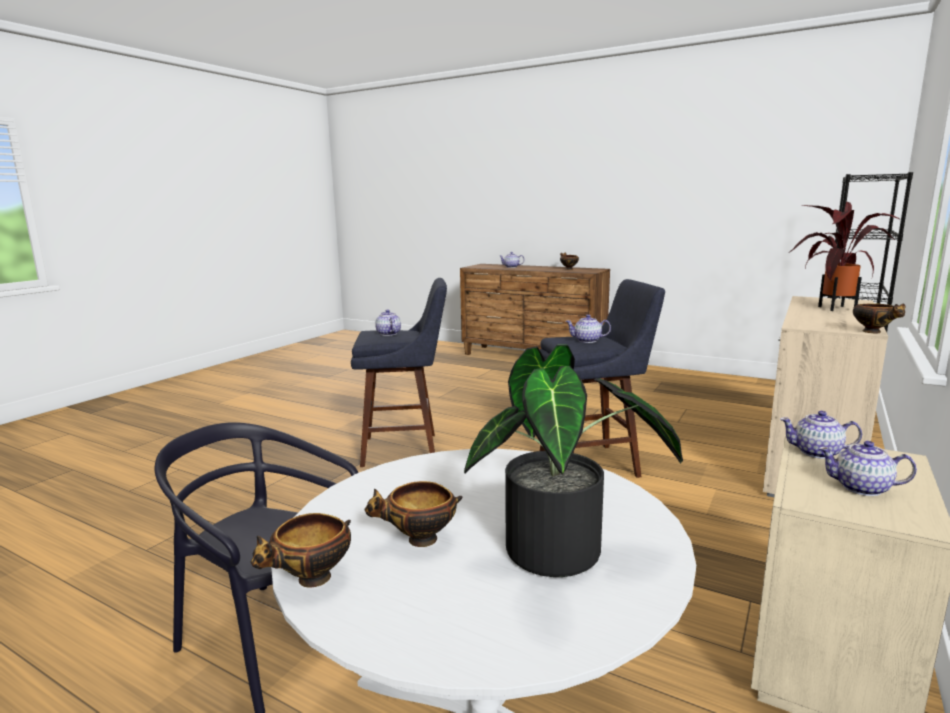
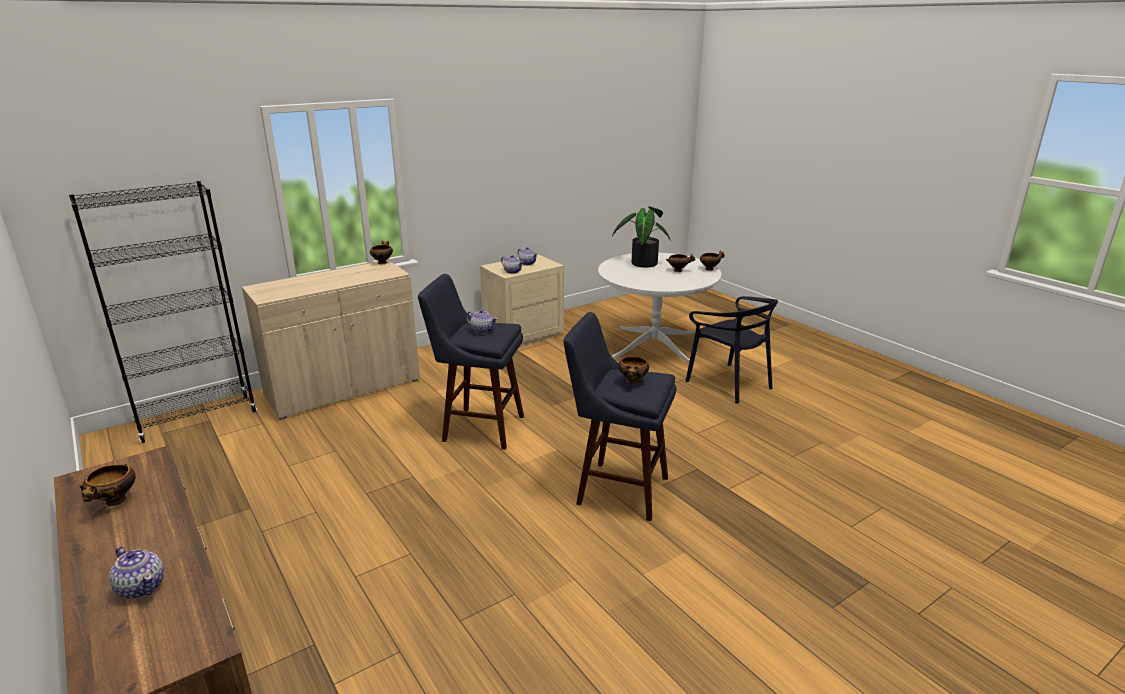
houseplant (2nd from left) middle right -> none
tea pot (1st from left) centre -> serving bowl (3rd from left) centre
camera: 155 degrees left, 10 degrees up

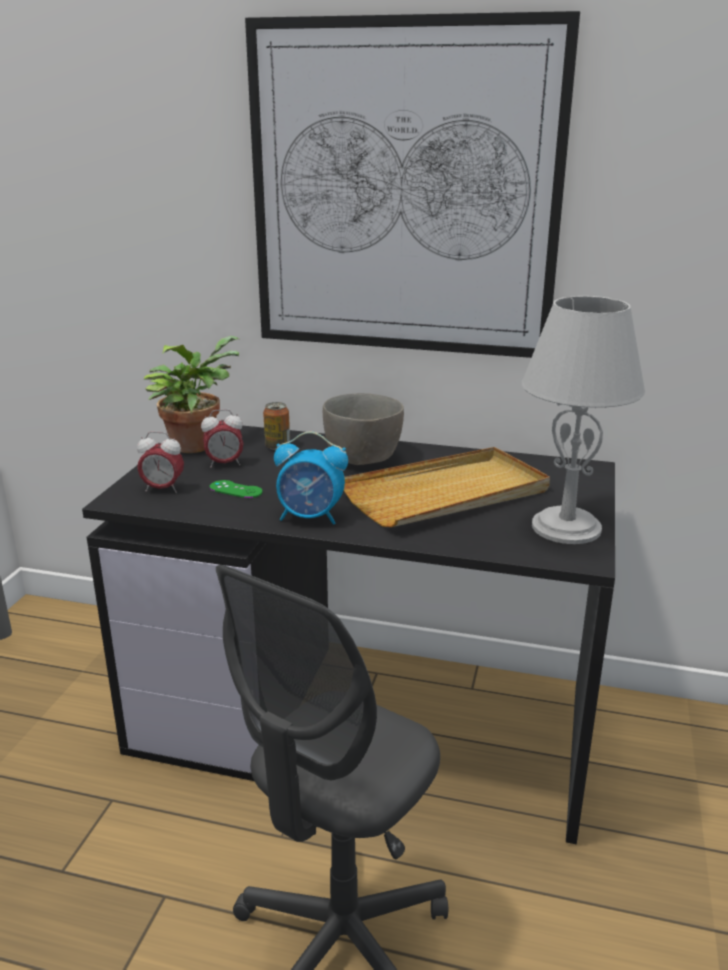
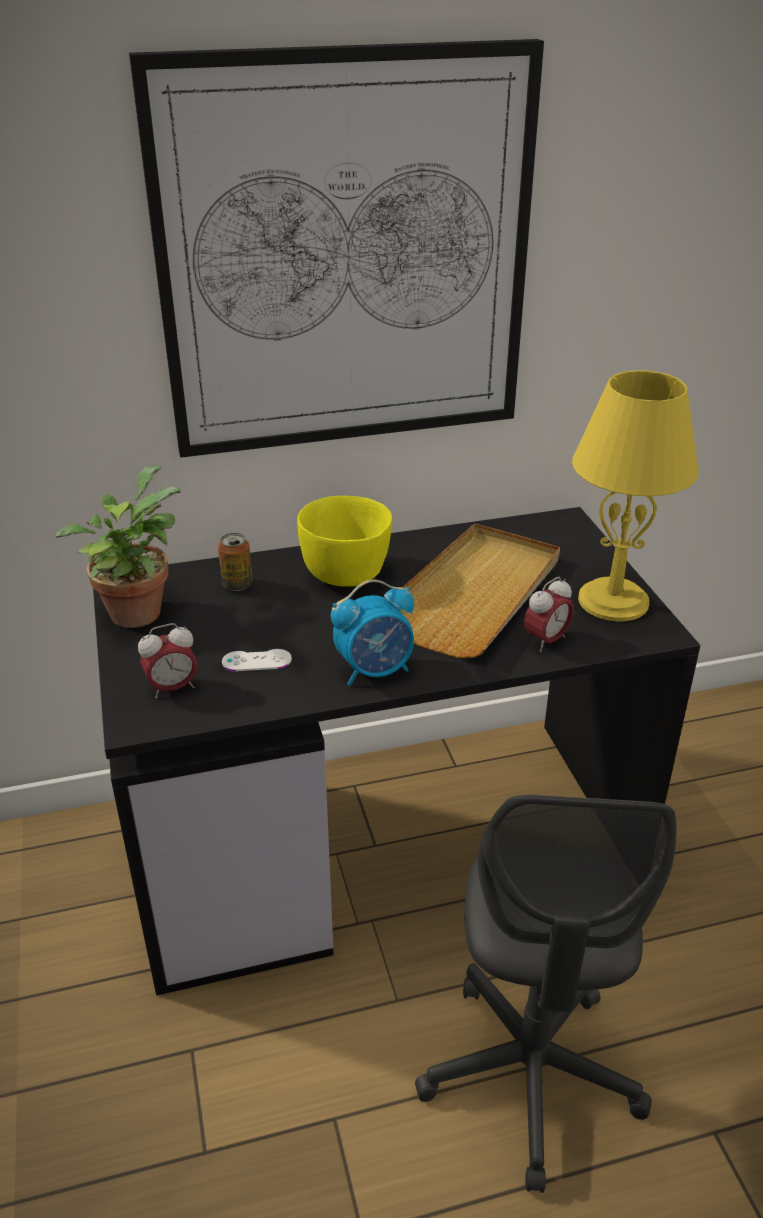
greyish tabletop lamp middle right -> yellowish tabletop lamp middle right
greyish serving bowl centre -> yellowish serving bowl centre
alarm clock (2nd from left in the first image) middle left -> alarm clock (3rd from left) middle right, move
greenish game controller middle left -> white-coloured game controller centre
camera: 30 degrees left, 10 degrees up

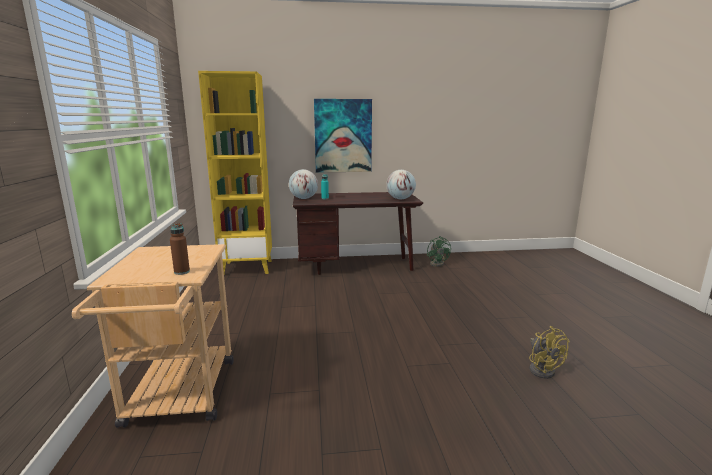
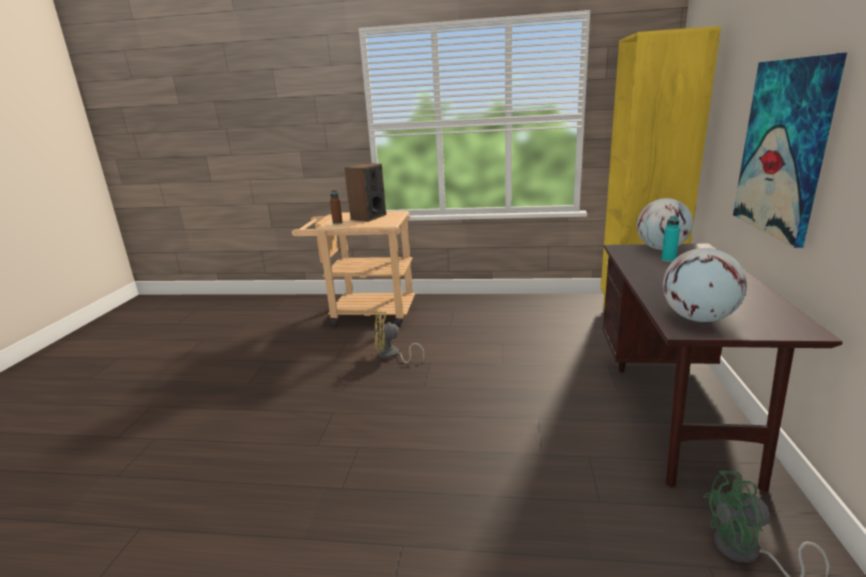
yellowish fan bottom right -> yellowish fan centre, move
none -> loudspeaker top centre
camera: 105 degrees right, 5 degrees up

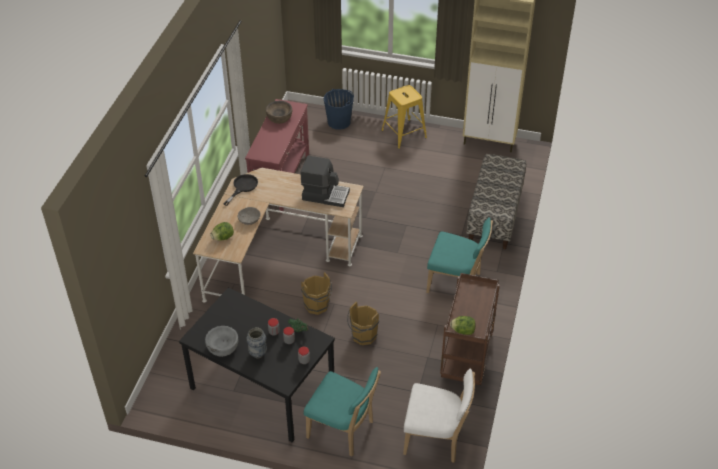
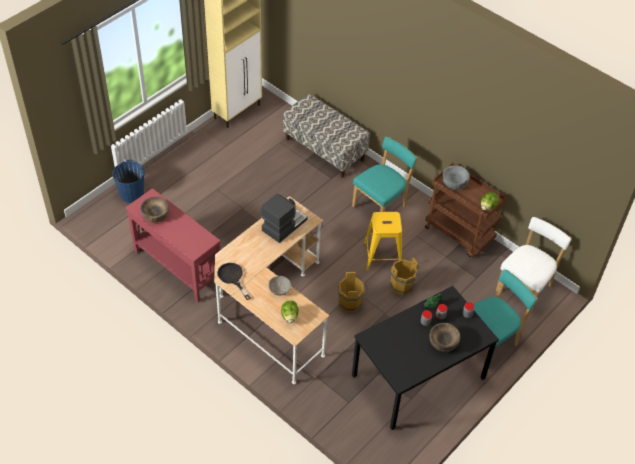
yellowish sitting stool top centre -> yellowish sitting stool centre, move
greyish serving bowl (1st from left in the first image) bottom left -> greyish serving bowl (2nd from left) middle right, move
decorative vase bottom centre -> brown-coloured serving bowl (2nd from left) bottom right
camera: 65 degrees left, 5 degrees up

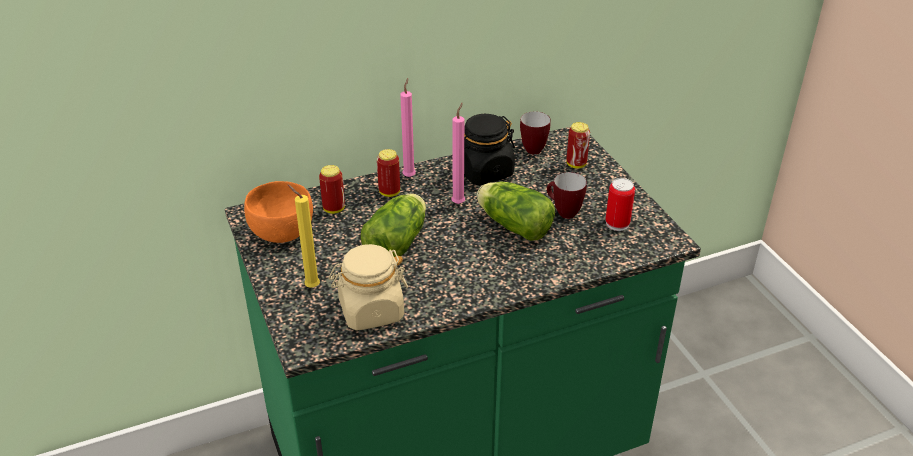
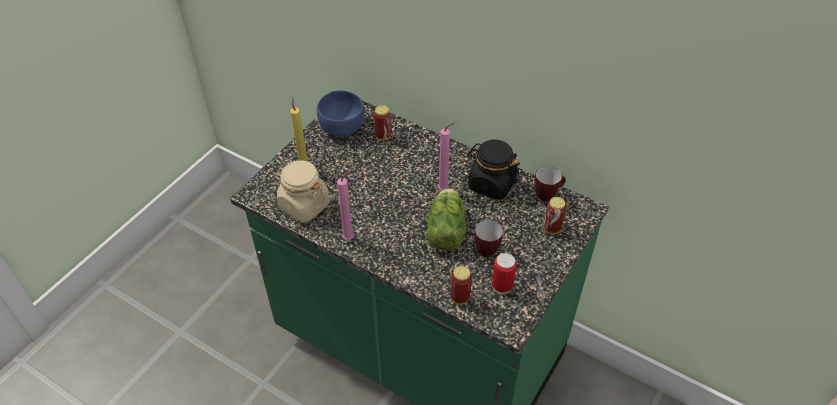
pinkish wax candle (1st from left) top centre -> pinkish wax candle (1st from left) centre, move
sealed can (2nd from left) centre -> sealed can (2nd from left) bottom centre, move
orange-coloured serving bowl middle left -> blue-coloured serving bowl top centre
lettuce (1st from left) centre -> none
camera: 55 degrees right, 10 degrees up

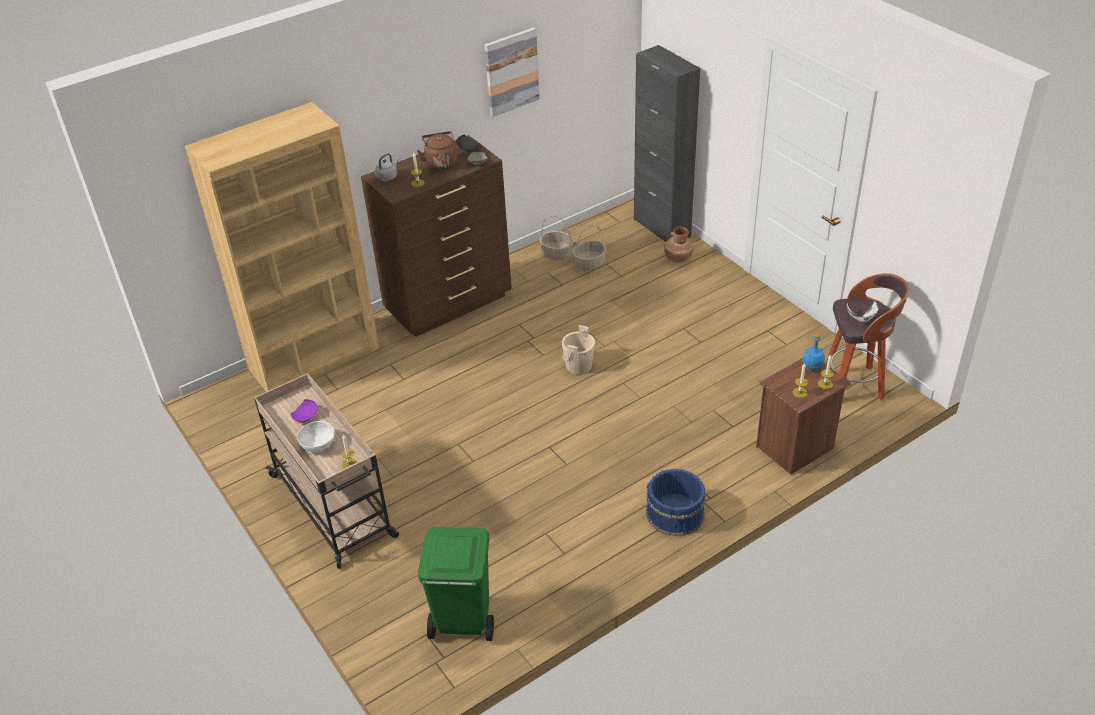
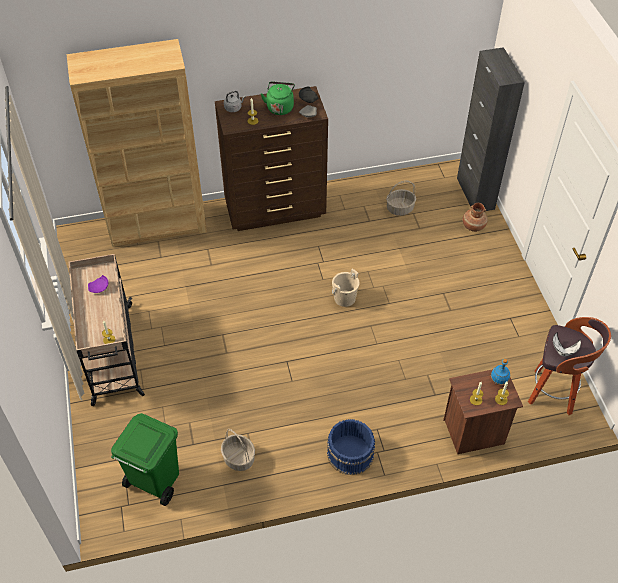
wall picture top centre -> none
brown-coloured tea kettle top centre -> greenish tea kettle top centre
storage basket (1st from left) top centre -> storage basket (1st from left) bottom centre, move
white-coloured serving bowl (1st from left) middle left -> none
camera: 20 degrees right, 10 degrees up

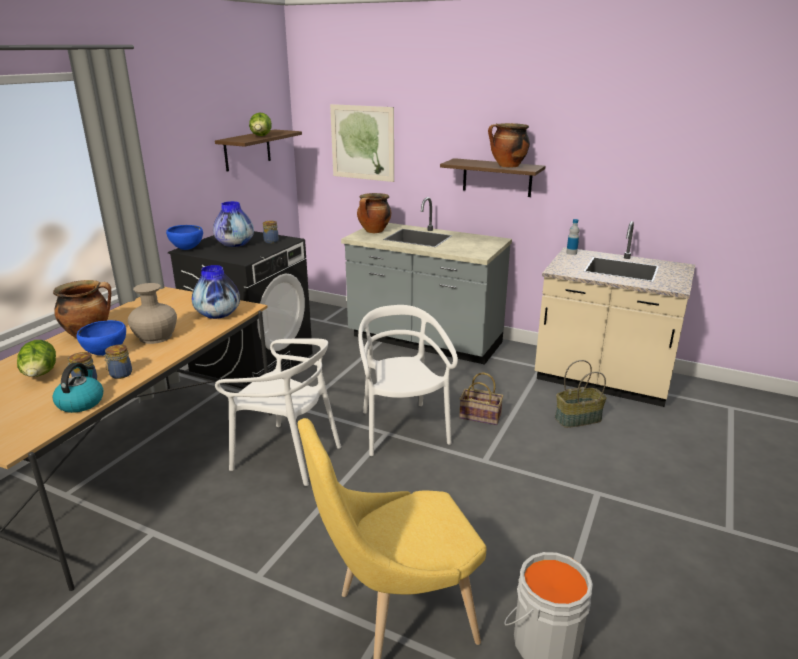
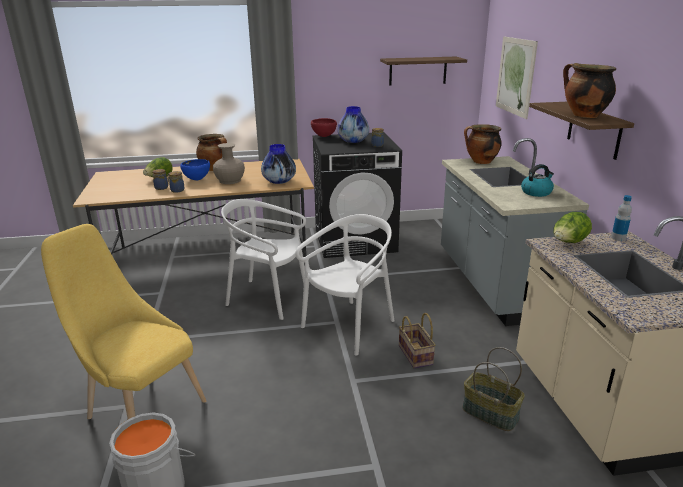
lettuce (2nd from left) top left -> lettuce (2nd from left) middle right, move
blue-coloured serving bowl (2nd from left) middle left -> reddish serving bowl top centre
white-coloured plain chair (1st from left) centre, 120 degrees clockwise
tea kettle middle left -> tea kettle middle right, move
camera: 55 degrees right, 0 degrees up

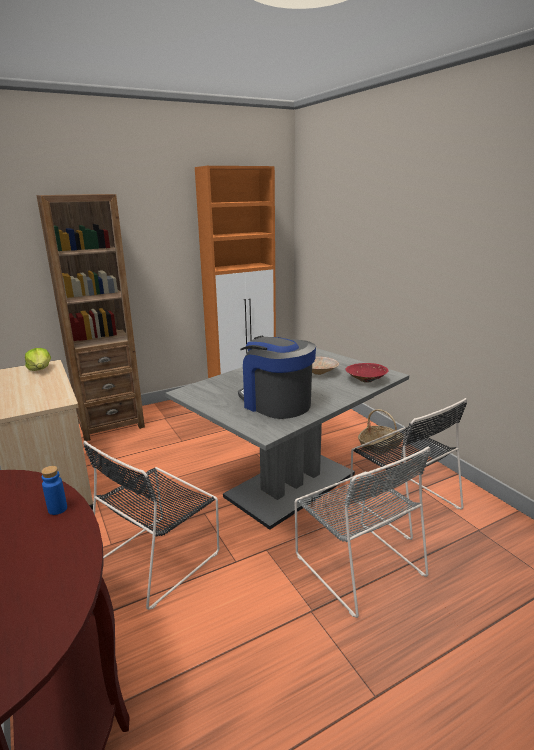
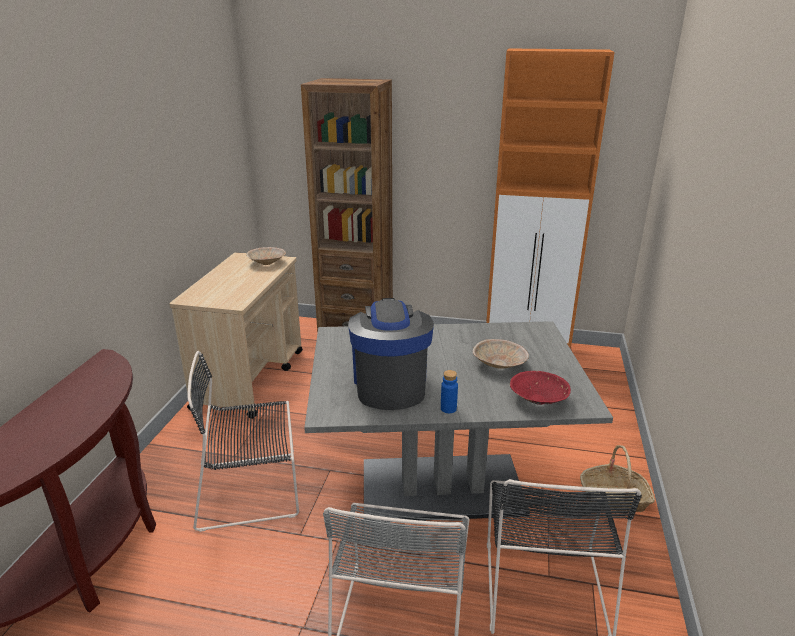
lettuce middle left -> beige serving bowl (1st from left) centre
blue-coloured bottle middle left -> blue-coloured bottle centre, move
camera: 40 degrees right, 5 degrees up

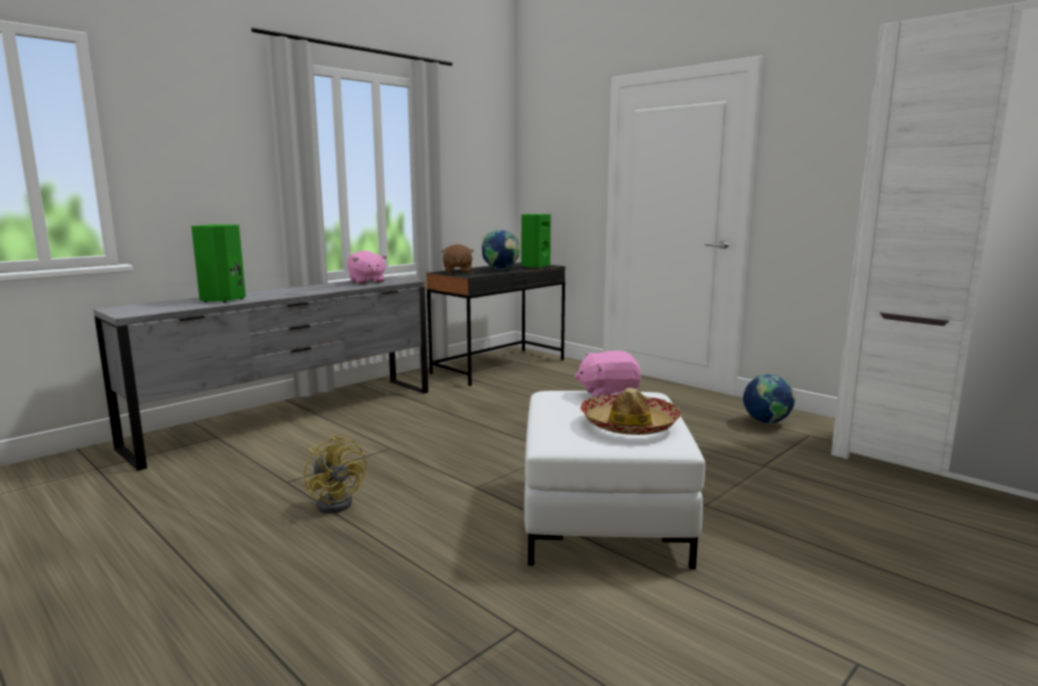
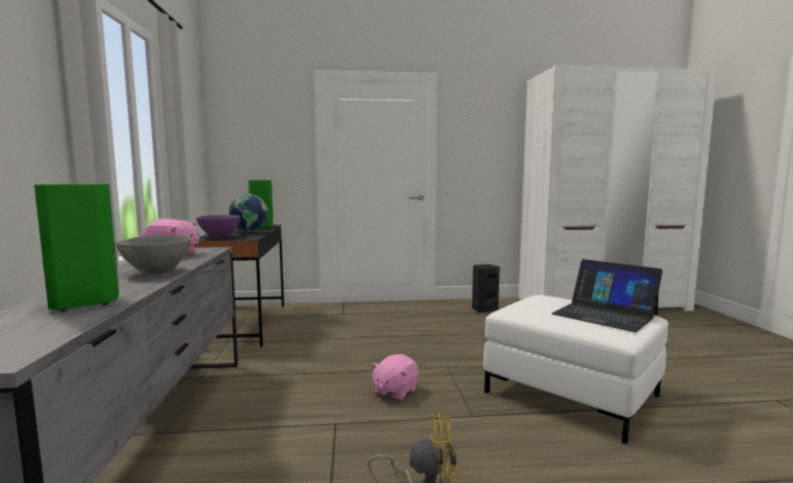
brown-coloured soft toy centre -> purplish serving bowl middle left
pinkish soft toy (2nd from left) centre -> pinkish soft toy (2nd from left) bottom centre, move
world globe (2nd from left) middle right -> blackish loudspeaker centre
clothing hat centre -> laptop middle right
none -> greyish serving bowl middle left
camera: 50 degrees left, 5 degrees down

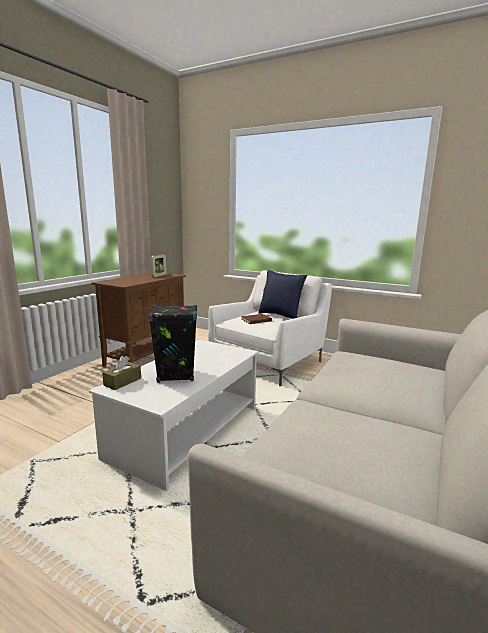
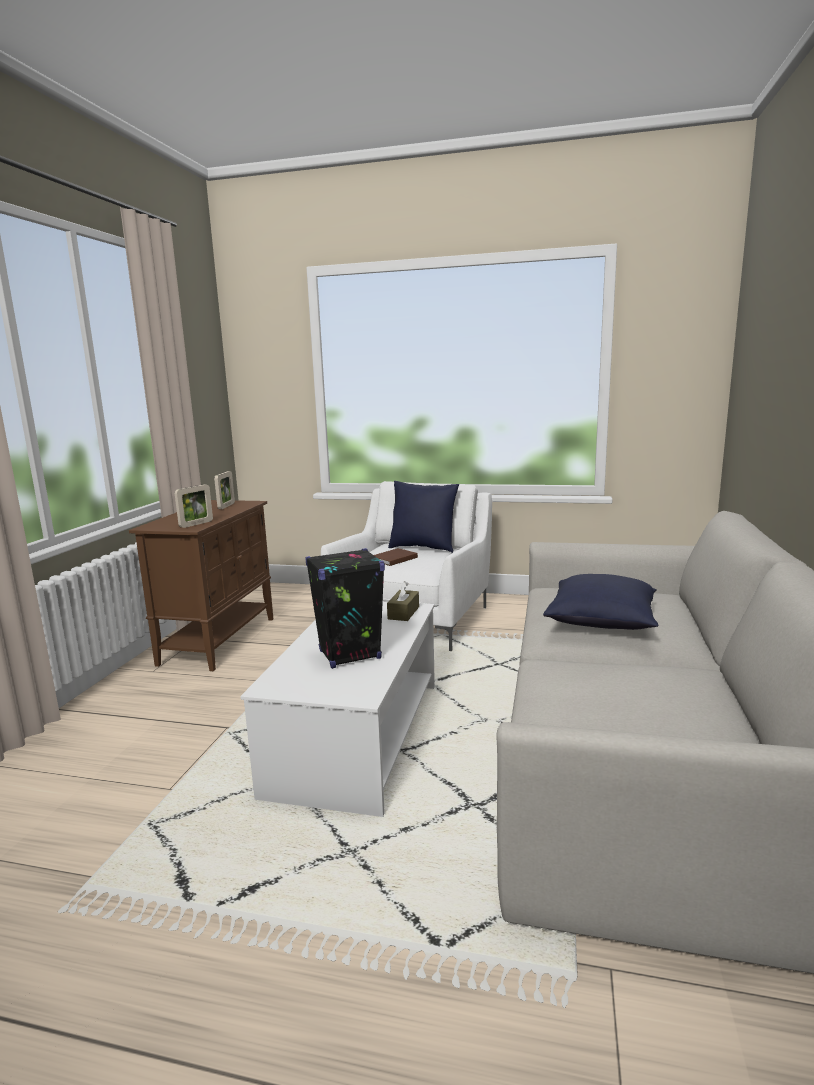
brown-coloured tissue box middle left -> brown-coloured tissue box centre, move
none -> picture frame (1st from left) middle left
none -> blue-coloured throw pillow (2nd from left) middle right
camera: 15 degrees left, 0 degrees up

